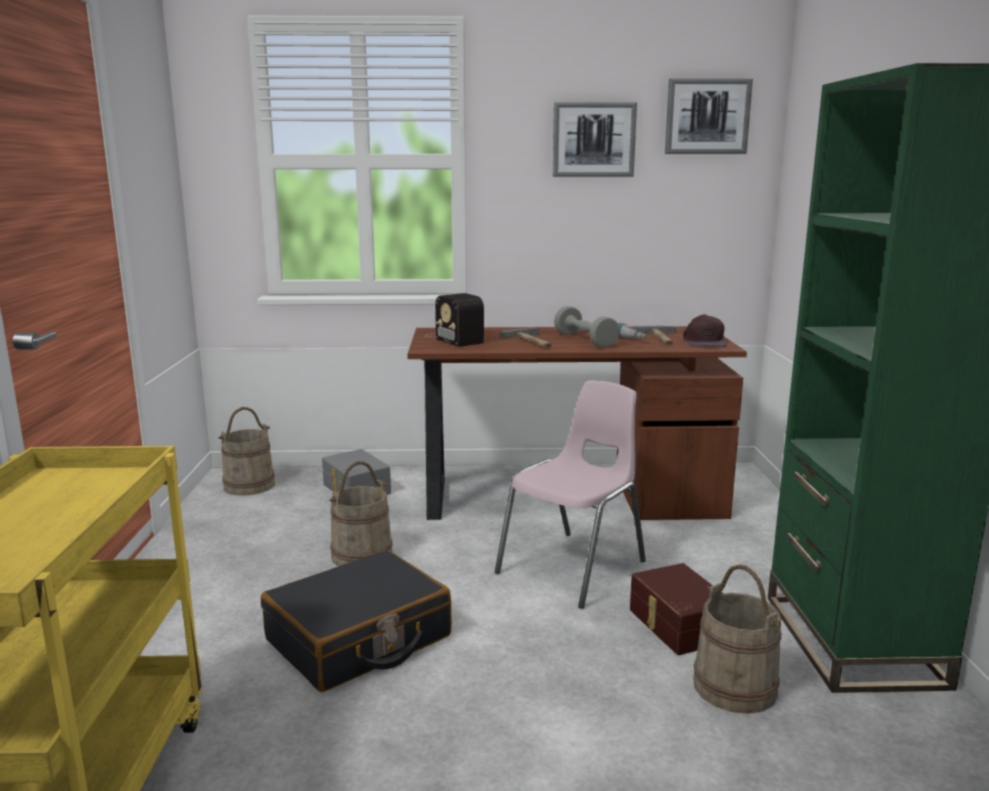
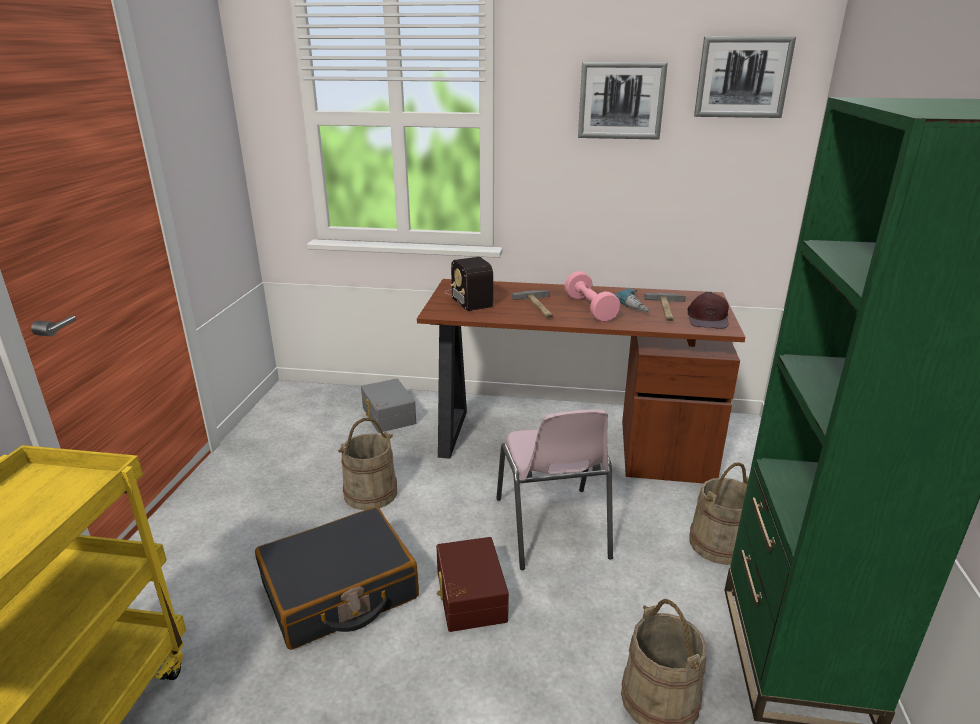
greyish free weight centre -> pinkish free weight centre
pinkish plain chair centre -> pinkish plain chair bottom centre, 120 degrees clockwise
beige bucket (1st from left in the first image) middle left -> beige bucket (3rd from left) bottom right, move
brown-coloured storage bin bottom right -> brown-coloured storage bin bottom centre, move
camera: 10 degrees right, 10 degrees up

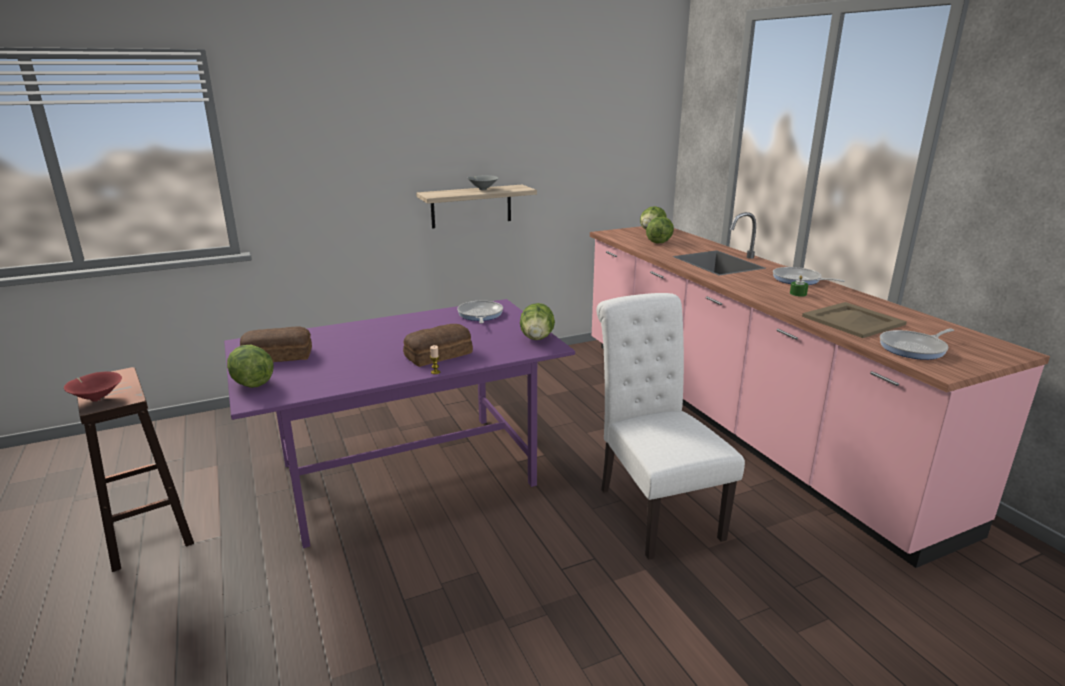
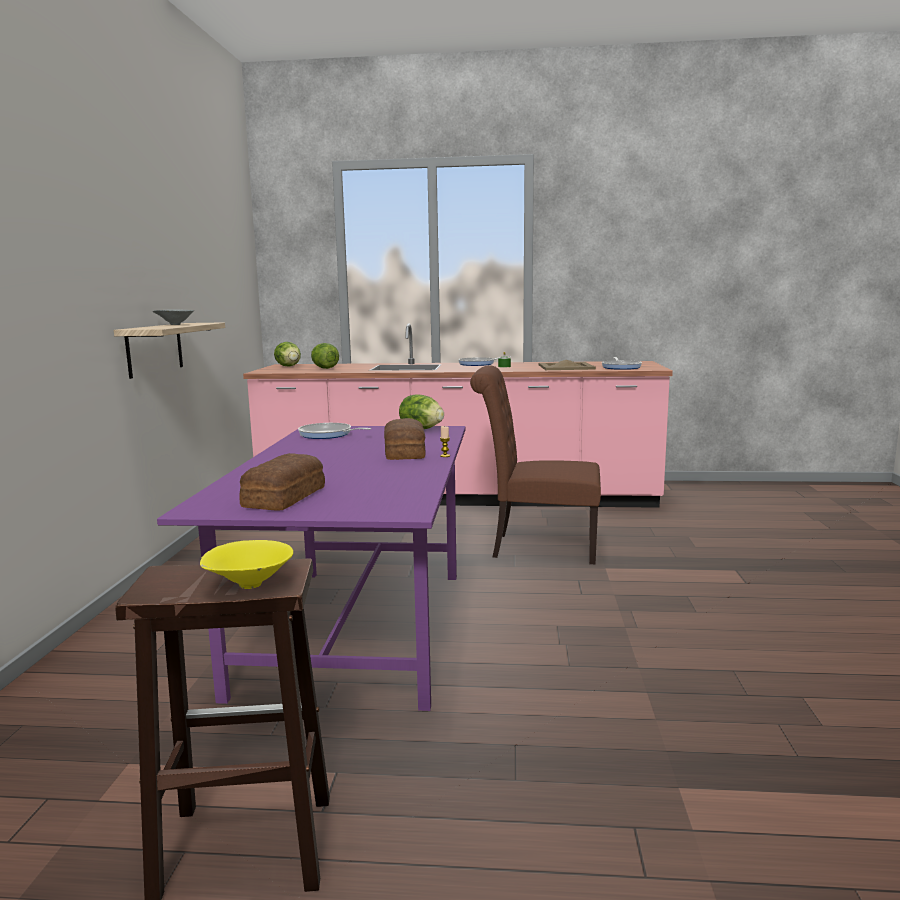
white-coloured plain chair centre -> brown-coloured plain chair centre
lettuce (1st from left) middle left -> none
reddish serving bowl middle left -> yellowish serving bowl middle left
camera: 60 degrees left, 10 degrees down

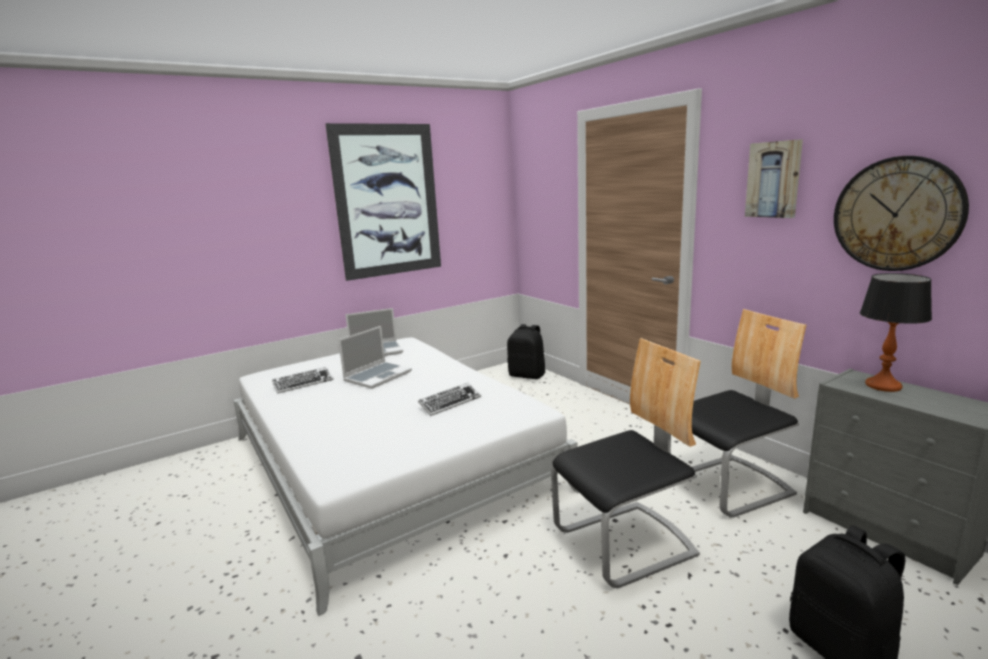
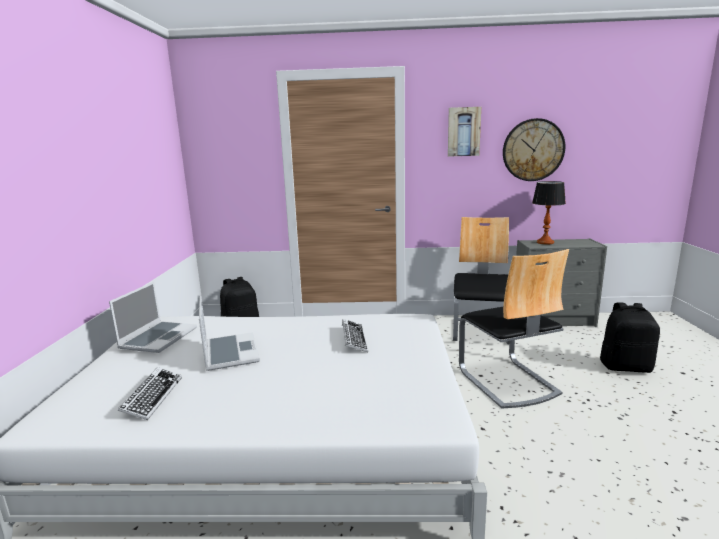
wall picture (1st from left) top centre -> none
plain chair (1st from left in the first image) bottom centre -> plain chair (2nd from left) middle right, 150 degrees clockwise
camera: 55 degrees left, 0 degrees up

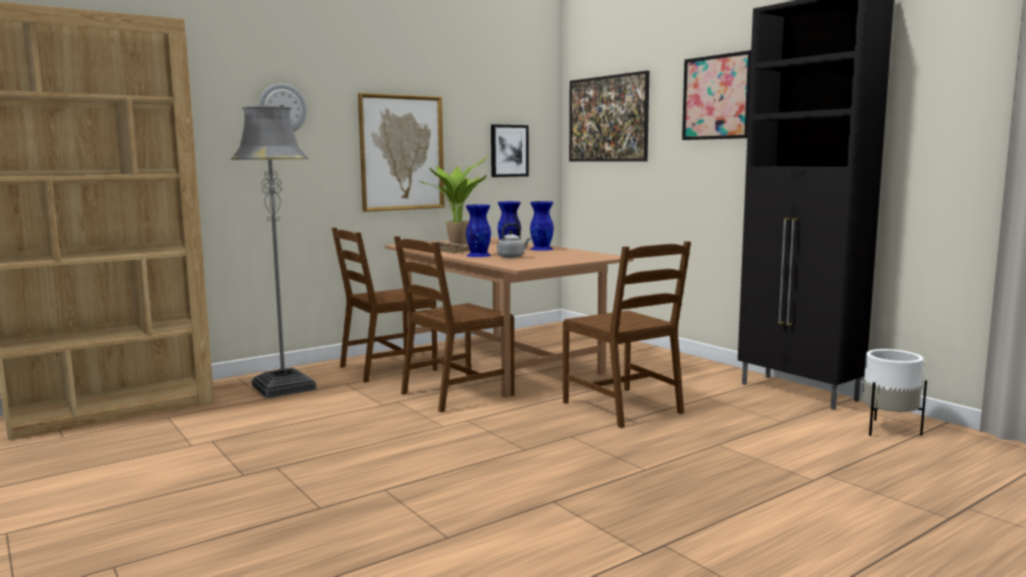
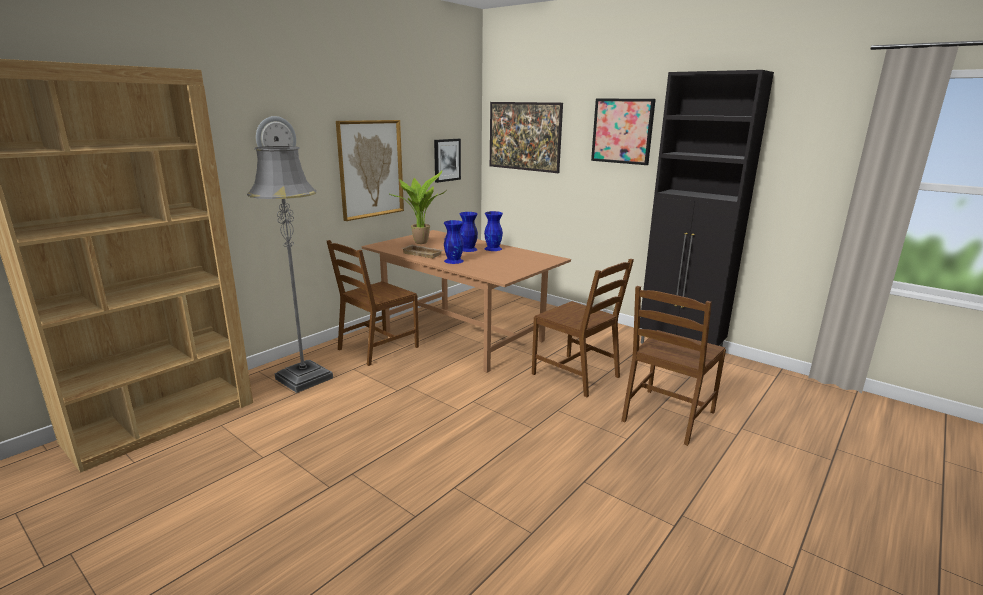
greyish tea kettle centre -> none
brown-coloured plain chair (2nd from left in the first image) centre -> brown-coloured plain chair (3rd from left) middle right, move
white-coloured flower pot bottom right -> none
camera: 15 degrees left, 10 degrees up

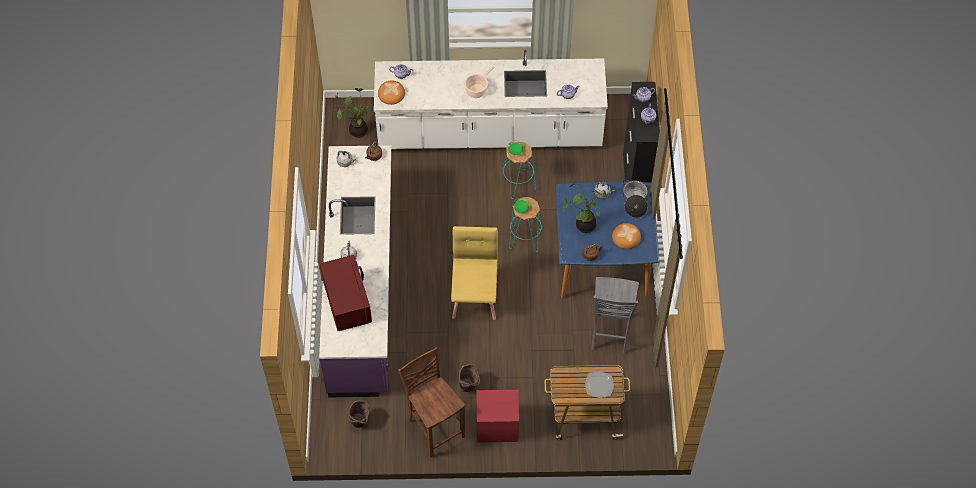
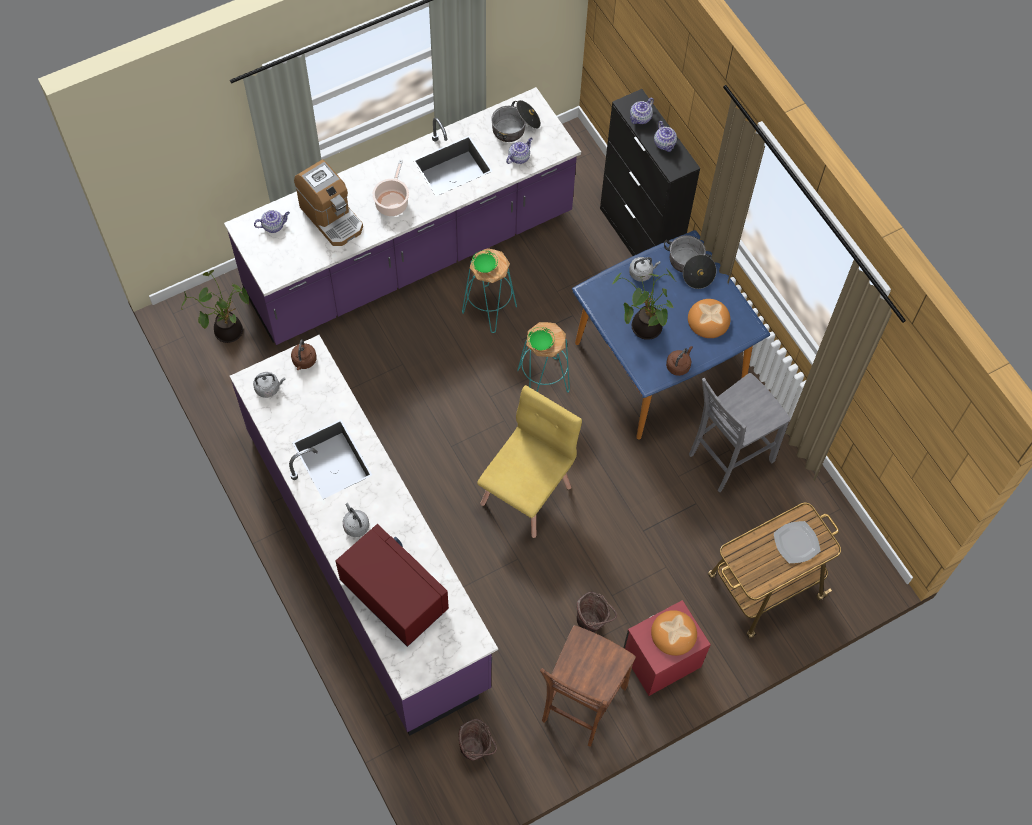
white-coloured kitchen base unit top centre -> purplish kitchen base unit (2nd from left) top centre
baked bread (1st from left) top centre -> baked bread (1st from left) bottom centre, move
yellowish plain chair centre, 60 degrees clockwise
greyish plain chair centre -> greyish plain chair middle right, 75 degrees clockwise
brown-coloured plain chair bottom centre, 90 degrees counterclockwise
none -> saucepot (2nd from left) top centre
none -> coffee maker top left
camera: 30 degrees left, 5 degrees up

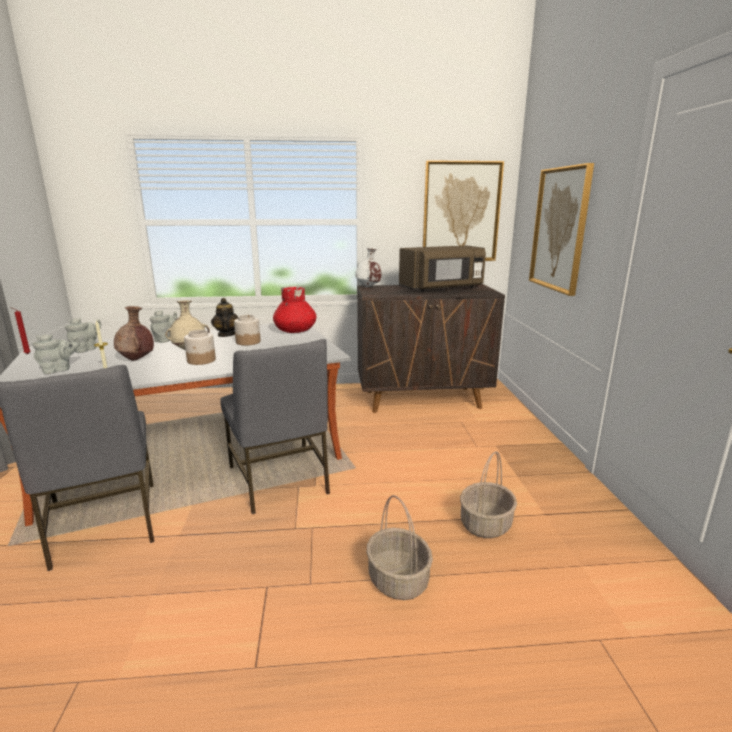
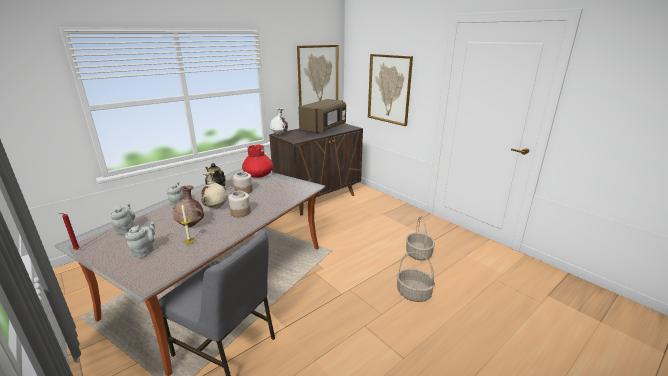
greyish plain chair (2nd from left) centre -> none
camera: 35 degrees left, 5 degrees up

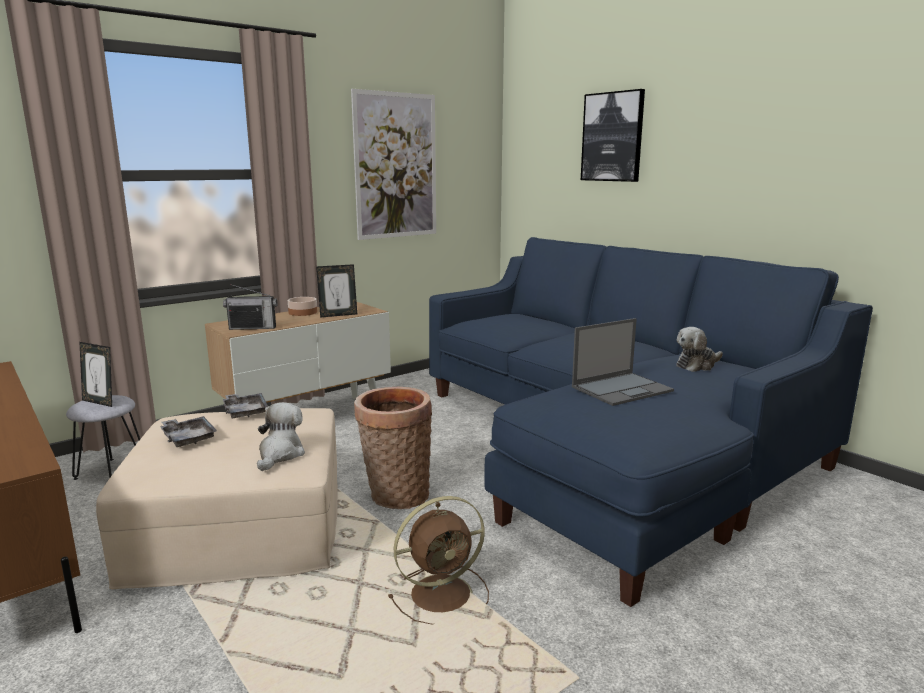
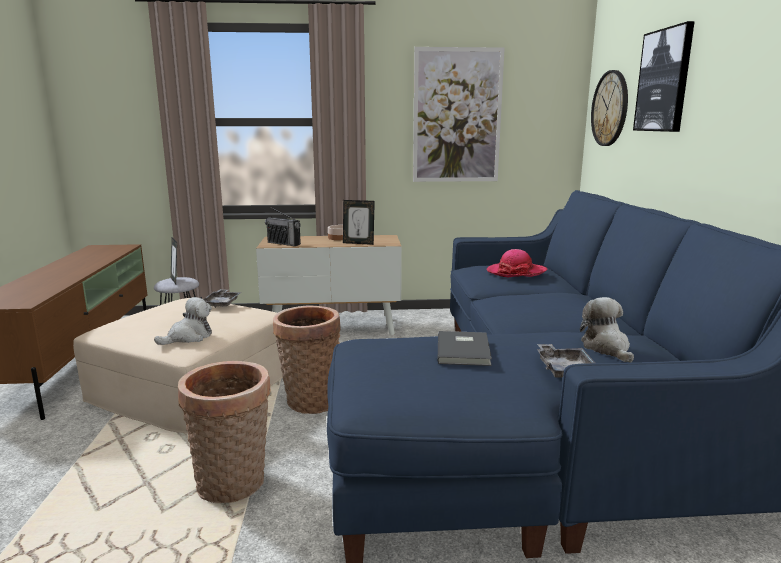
laptop middle right -> greyish volume centre
soft toy (2nd from left) middle right, 75 degrees clockwise
greyish carrying tray (1st from left in the first image) middle left -> greyish carrying tray (2nd from left) middle right, move
brown-coloured fan bottom centre -> storage basket (1st from left) bottom left
none -> clock on the wall top right
none -> clothing hat centre
camera: 35 degrees right, 0 degrees up

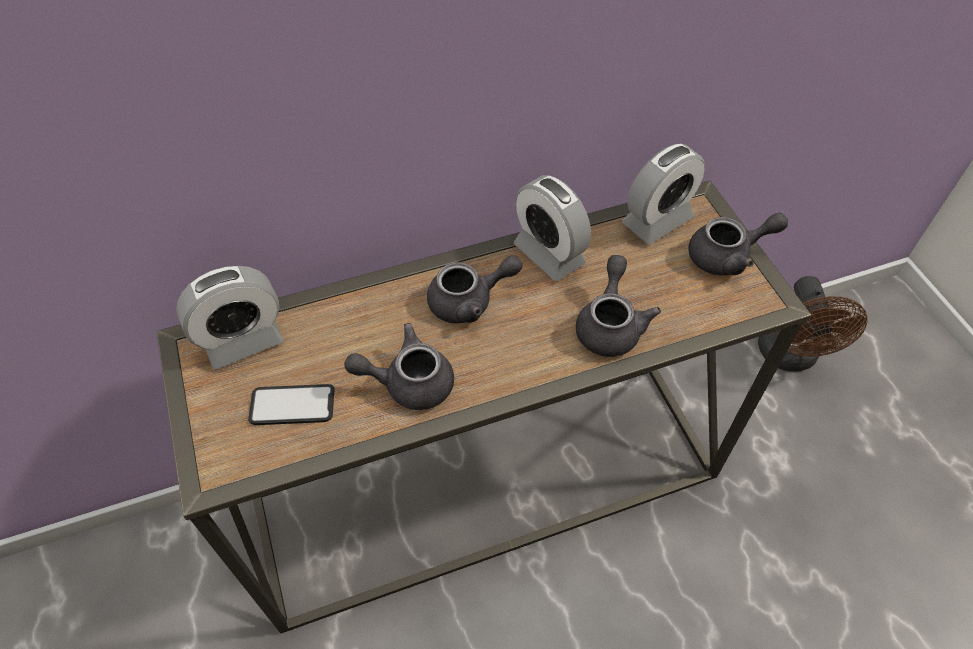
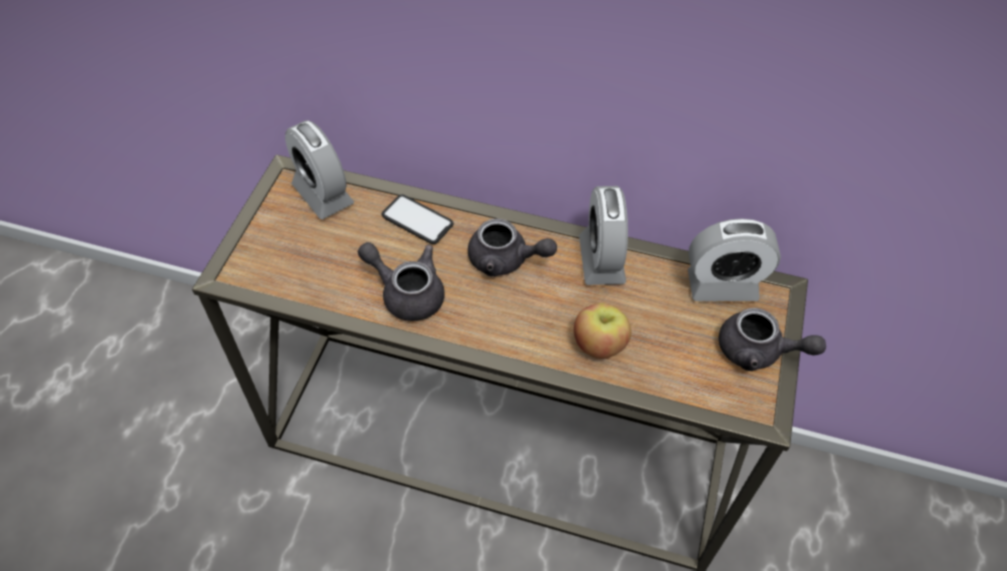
greyish tea pot (3rd from left) centre -> whole apple centre
alarm clock (1st from left) middle left -> alarm clock (1st from left) top left, 45 degrees clockwise
brown-coloured fan middle right -> none
telephone middle left -> telephone centre, move
camera: 35 degrees right, 0 degrees up

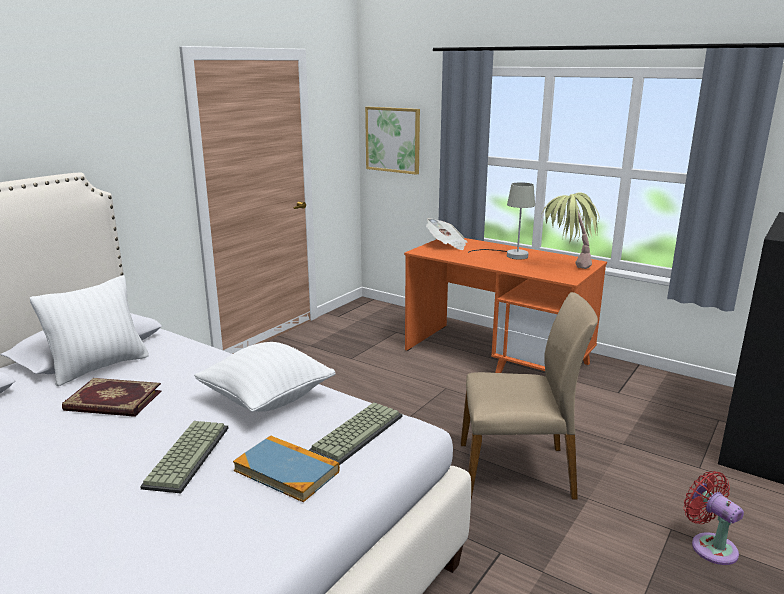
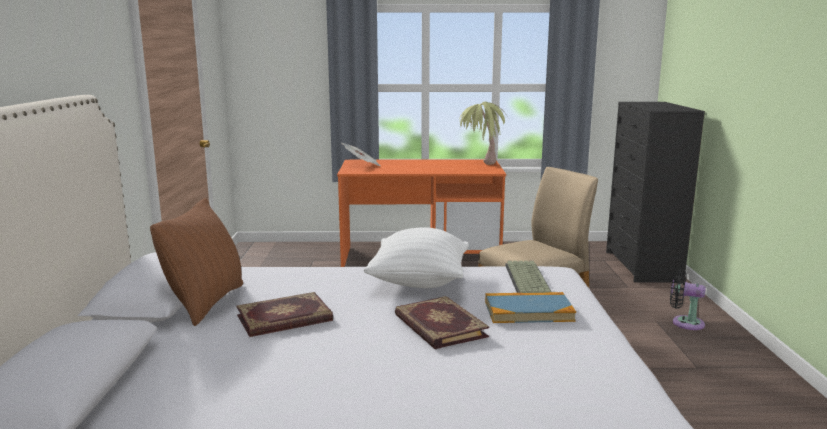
wall picture top centre -> none
greyish tabletop lamp centre -> none
white-coloured throw pillow (1st from left) middle left -> brown-coloured throw pillow middle left
computer keyboard (1st from left) bottom left -> volume (2nd from left) bottom centre
reddish fan bottom right -> blackish fan bottom right
camera: 35 degrees left, 5 degrees down

